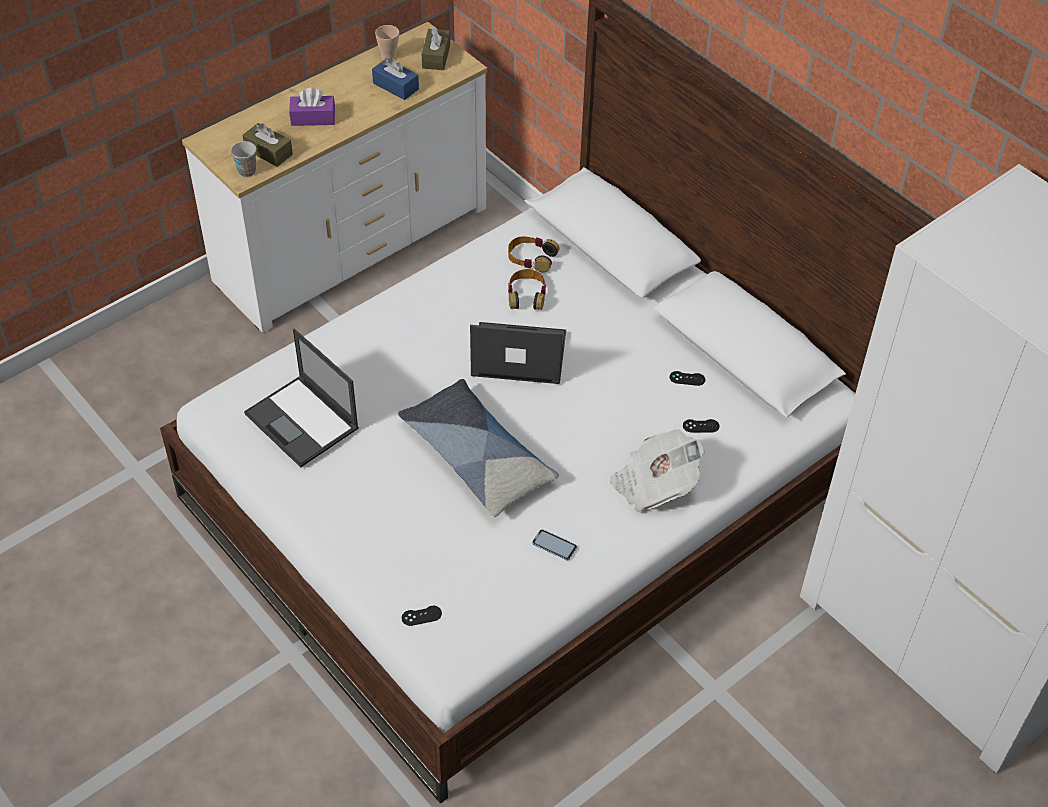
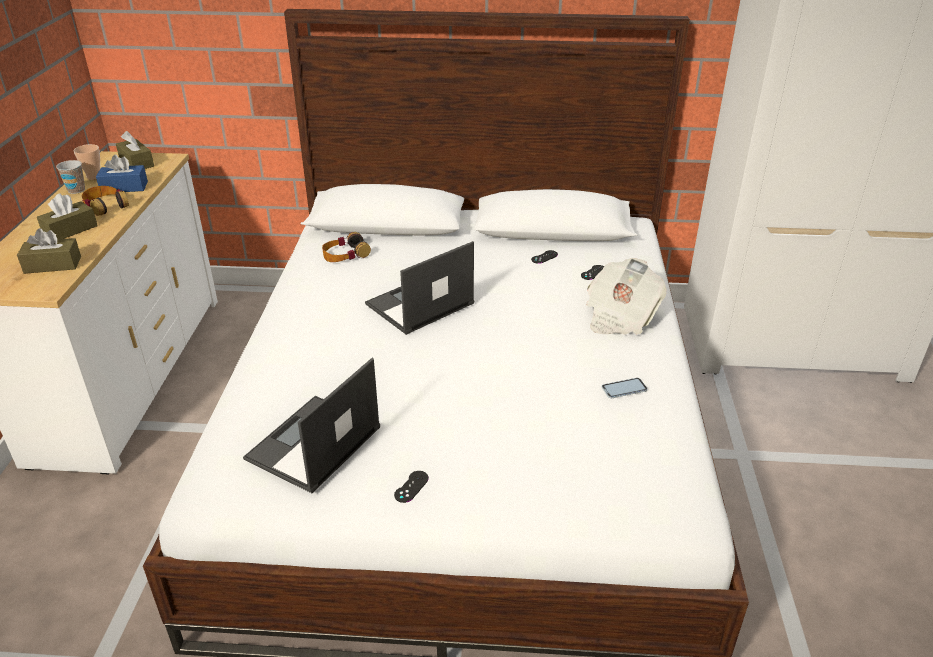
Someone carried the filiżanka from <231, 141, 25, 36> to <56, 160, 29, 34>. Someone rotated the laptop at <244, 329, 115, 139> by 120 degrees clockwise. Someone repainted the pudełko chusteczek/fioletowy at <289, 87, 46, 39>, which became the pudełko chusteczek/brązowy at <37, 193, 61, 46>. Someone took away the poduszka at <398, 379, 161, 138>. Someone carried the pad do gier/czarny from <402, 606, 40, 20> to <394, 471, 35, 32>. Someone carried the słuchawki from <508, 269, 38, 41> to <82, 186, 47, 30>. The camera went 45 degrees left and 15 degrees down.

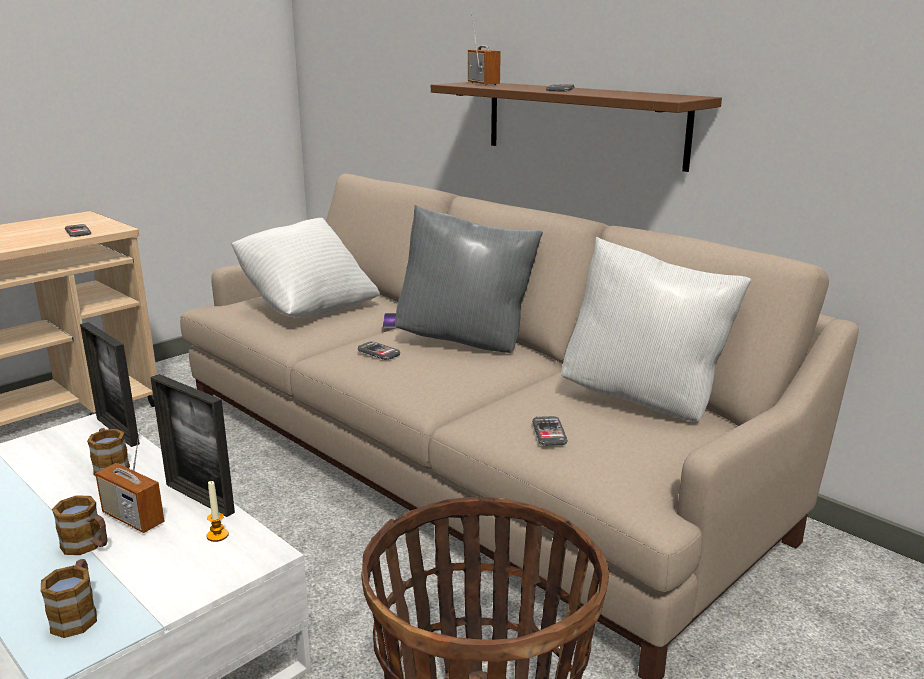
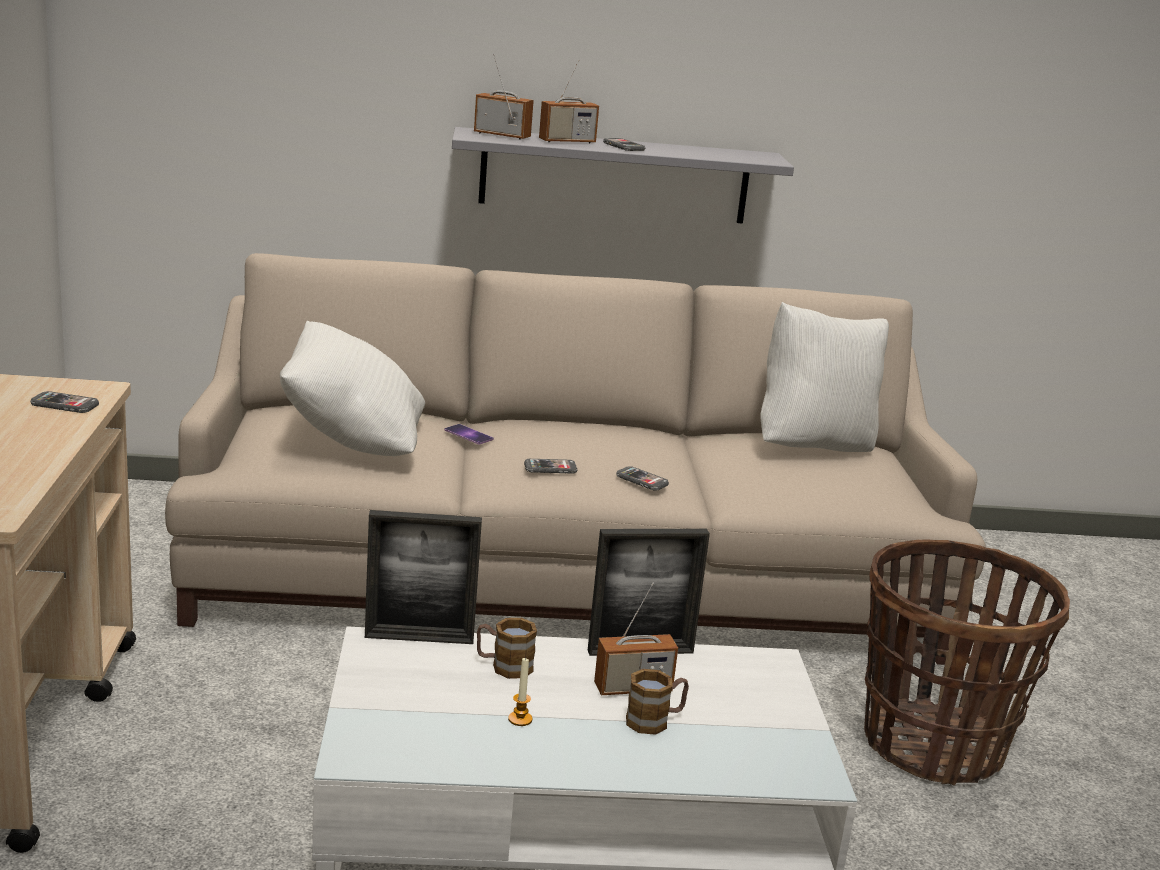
Someone took away the kubek at <41, 559, 56, 79>. Someone carried the świeca from <207, 481, 22, 61> to <508, 657, 24, 69>. Someone took away the poduszka/szary at <395, 205, 148, 148>. Someone repainted the półka/brązowy at <431, 82, 291, 90>, which became the półka/szary at <452, 127, 342, 97>. Someone carried the telefon from <532, 416, 36, 30> to <616, 466, 53, 24>. Someone put down the radio at <539, 59, 60, 84>. The camera went 50 degrees left and 0 degrees up.

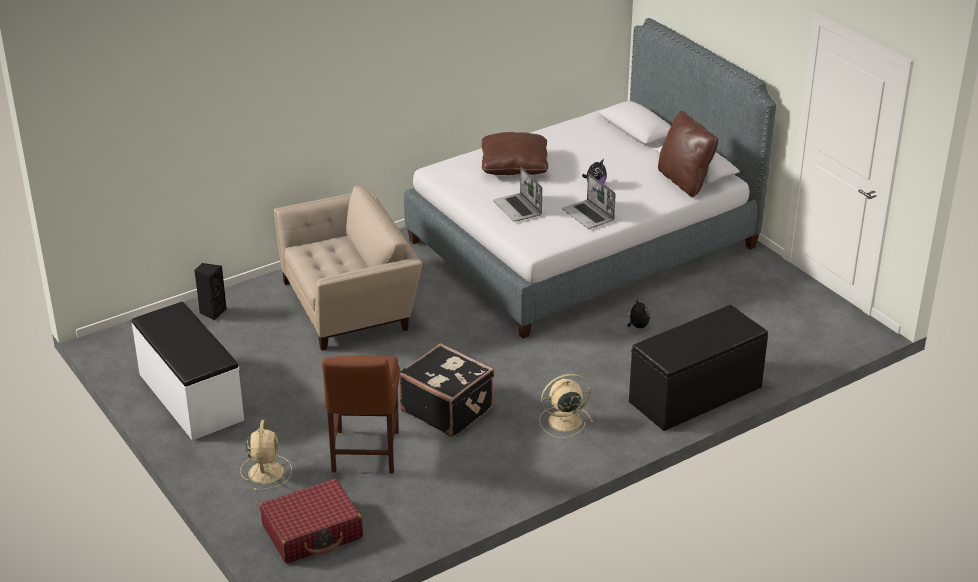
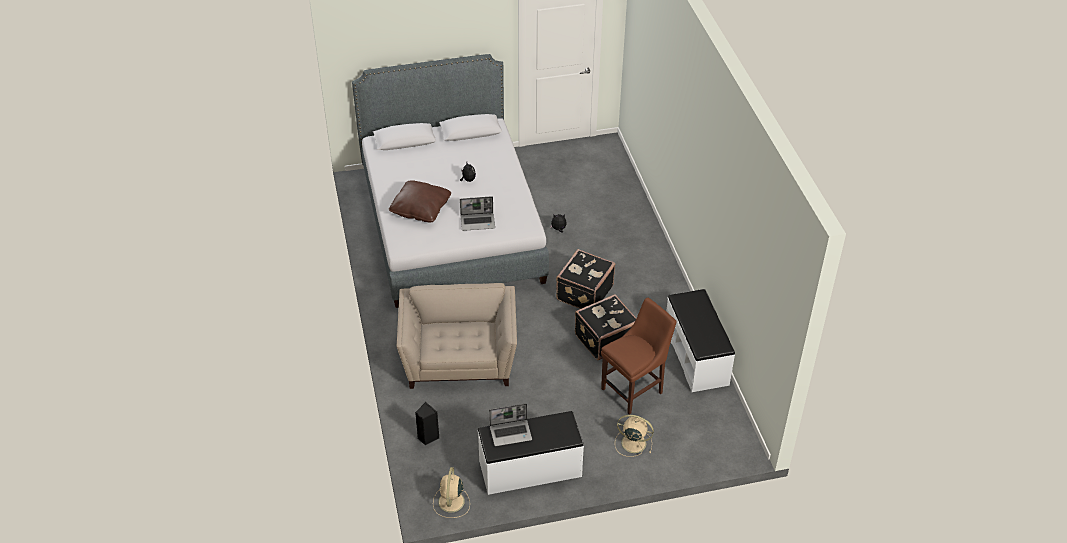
Someone took away the walizka/czerwony at <260, 479, 103, 84>. Someone rotated the krzesło/brązowy at <322, 355, 78, 118> by 60 degrees counterclockwise. Someone carried the wentylator/beżowy from <539, 374, 54, 64> to <433, 467, 37, 51>. Someone carried the laptop from <562, 174, 54, 55> to <489, 404, 43, 42>. Someone took away the ławka/czarny at <629, 305, 139, 126>. Someone took away the poduszka/brązowy at <658, 111, 60, 86>. Someone put down the walizka/czarny at <556, 249, 59, 60>. Someone put down the ławka/biały at <666, 289, 69, 103>. The camera went 70 degrees left and 10 degrees up.

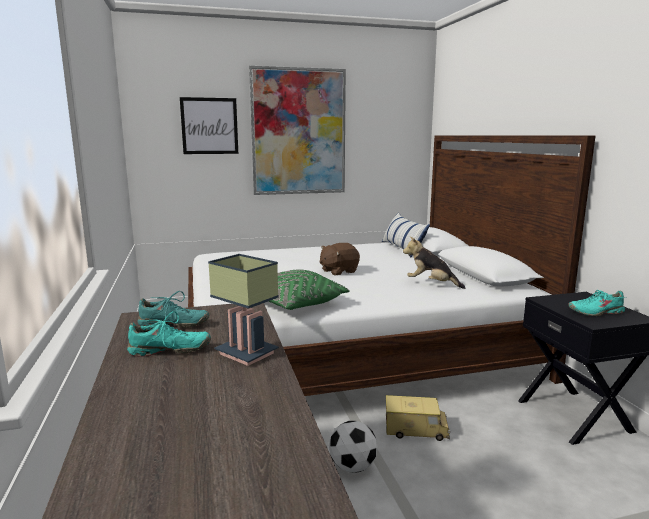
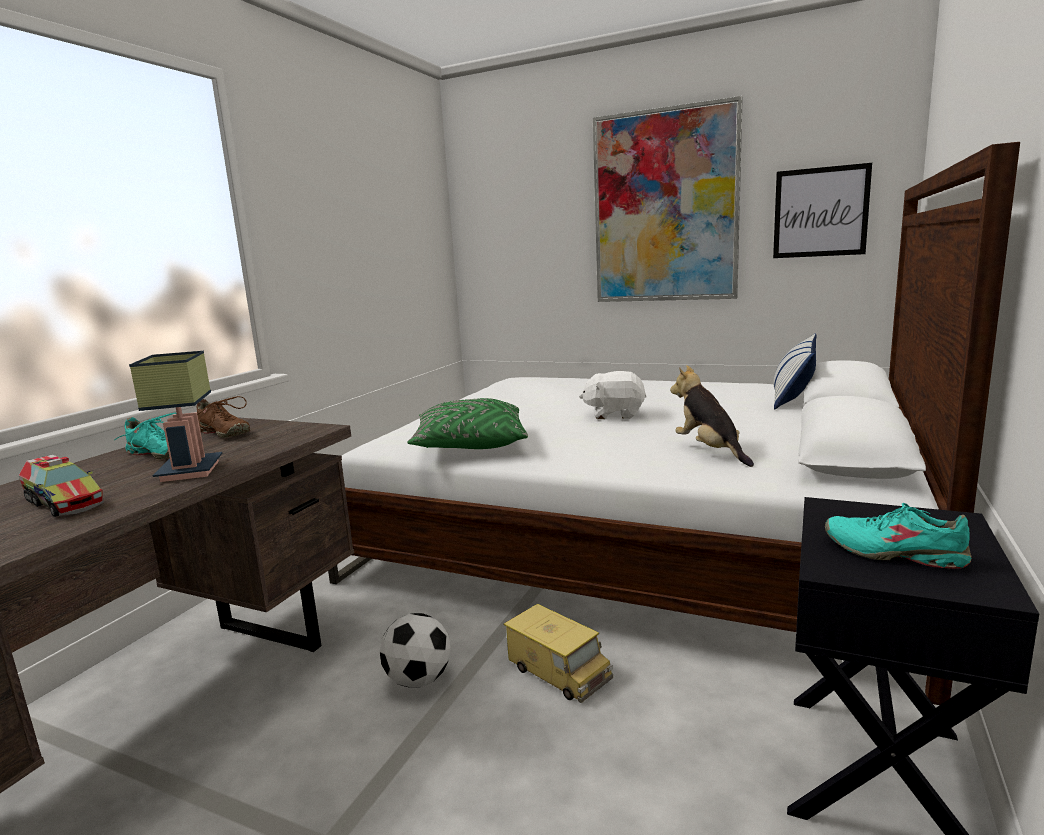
Someone repainted the but/turkusowy at <138, 291, 71, 37>, which became the but/brązowy at <197, 396, 53, 42>. Someone carried the obraz from <180, 97, 58, 57> to <773, 163, 99, 95>. Someone repainted the pluszak/brązowy at <320, 243, 40, 33>, which became the pluszak/biały at <579, 371, 68, 48>. Someone put down the ciężarówka zabawkowa at <18, 455, 86, 62>. The camera went 40 degrees right and 0 degrees up.

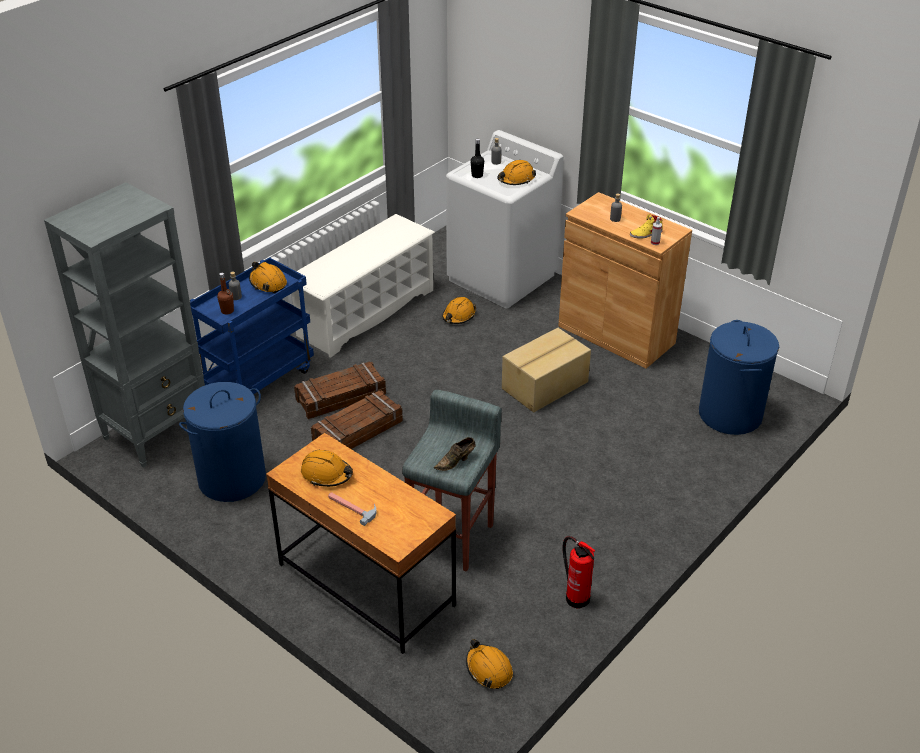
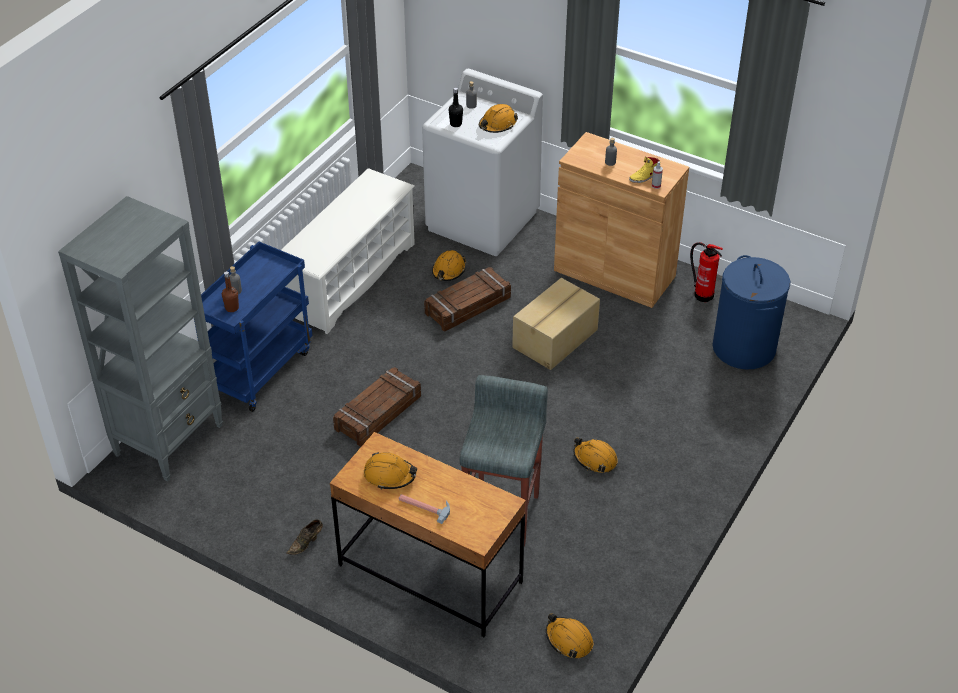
Someone took away the kosz na pranie/niebieski at <179, 382, 87, 120>. Someone carried the kask/pomarańczowy from <249, 262, 38, 31> to <574, 438, 44, 35>. Someone carried the skrzynka from <294, 361, 92, 58> to <424, 267, 87, 65>. Someone carried the but/brązowy from <434, 437, 42, 34> to <287, 519, 36, 36>. Someone carried the gaśnica from <563, 536, 32, 72> to <690, 242, 33, 60>. The camera went 10 degrees left and 5 degrees up.

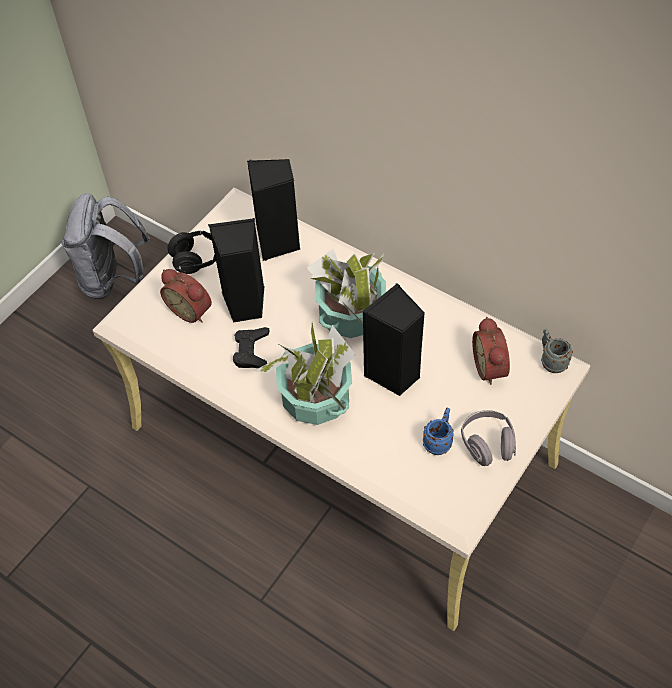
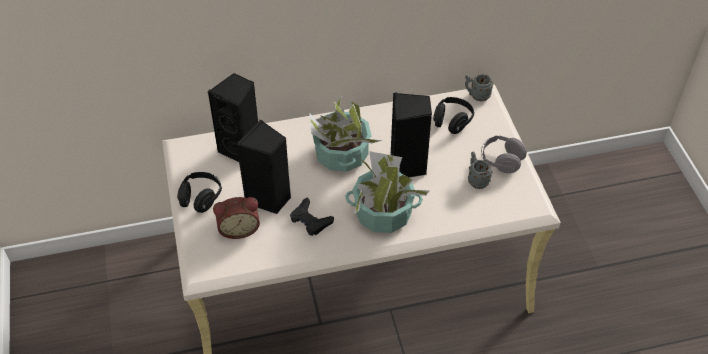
Someone took away the plecak/szary at <62, 193, 88, 106>. Someone repainted the kubek/niebieski at <423, 408, 31, 47>, which became the kubek/szary at <468, 152, 24, 37>. Someone swapped the budzik at <472, 317, 38, 68> for the słuchawki/czarny at <433, 97, 41, 37>. The camera went 50 degrees left and 5 degrees down.

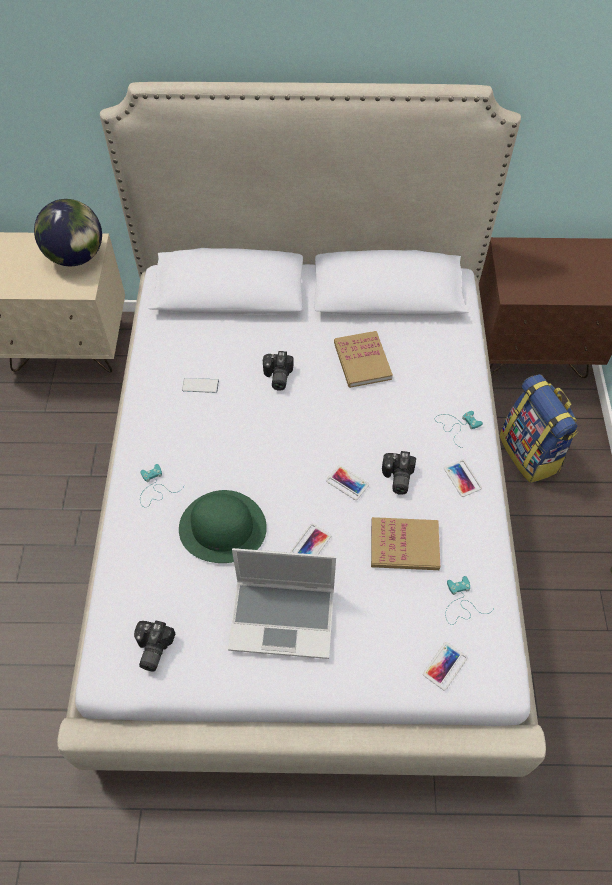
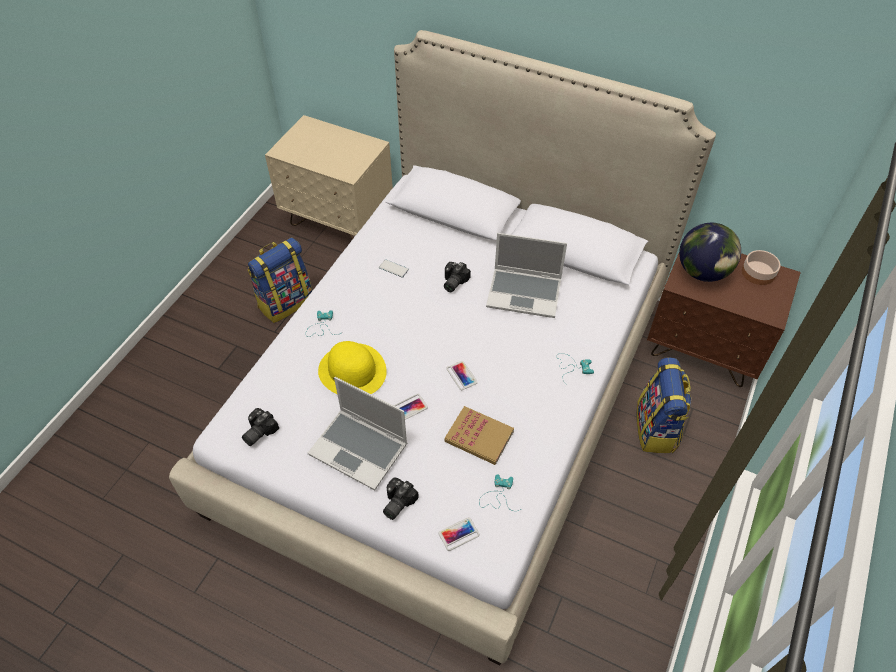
Someone carried the globus from <34, 199, 68, 67> to <679, 223, 62, 59>. Someone repainted the kapelusz/zielony at <179, 490, 88, 73>, which became the kapelusz/żółty at <318, 341, 69, 53>. Someone swapped the książka at <334, 331, 59, 57> for the laptop at <486, 233, 81, 85>. Someone carried the aparat fotograficzny from <382, 451, 34, 44> to <383, 478, 36, 42>. Someone took away the telefon at <444, 460, 38, 37>. Someone put down the plecak at <248, 237, 64, 86>. Someone put down the miska at <742, 250, 38, 35>. The camera went 25 degrees right and 5 degrees down.

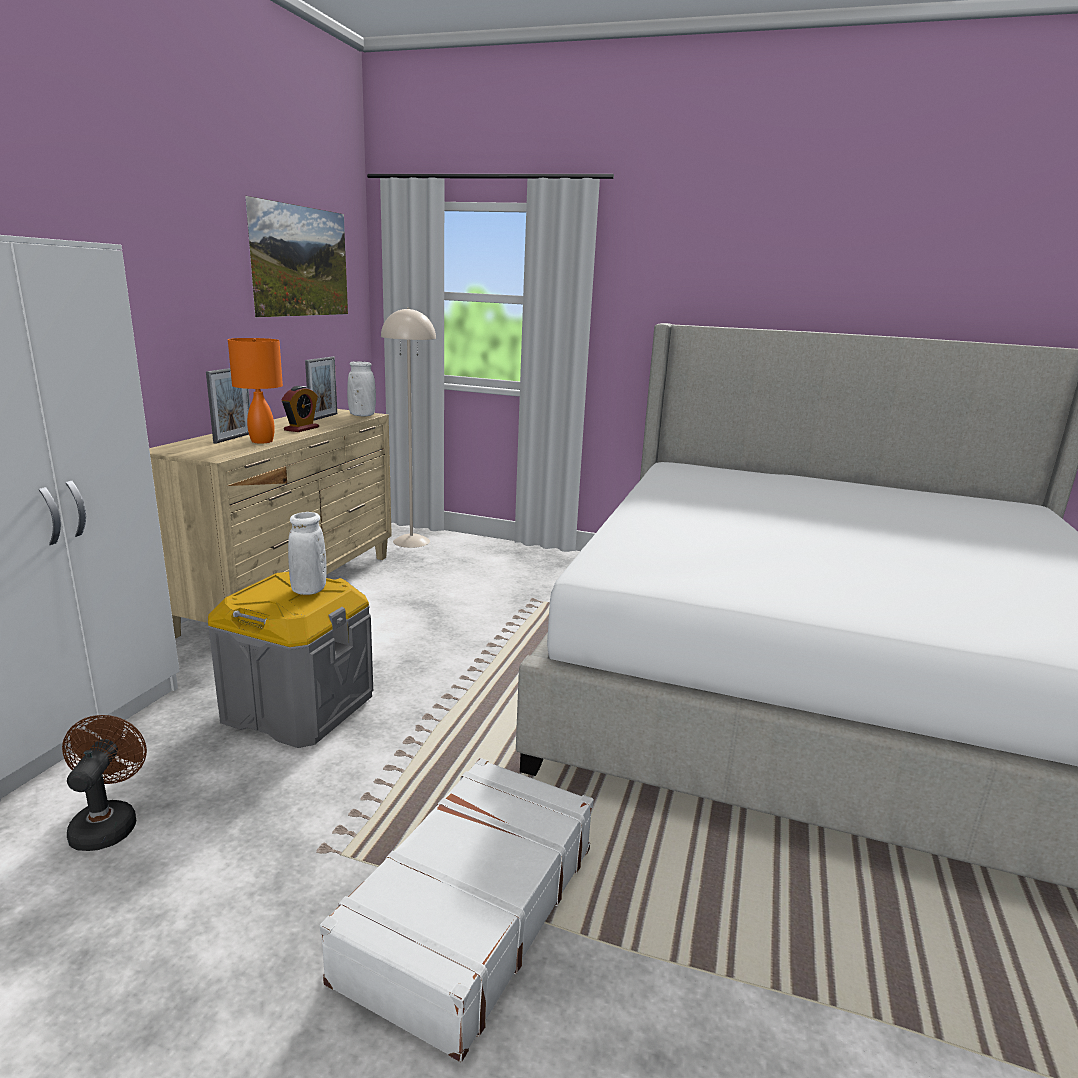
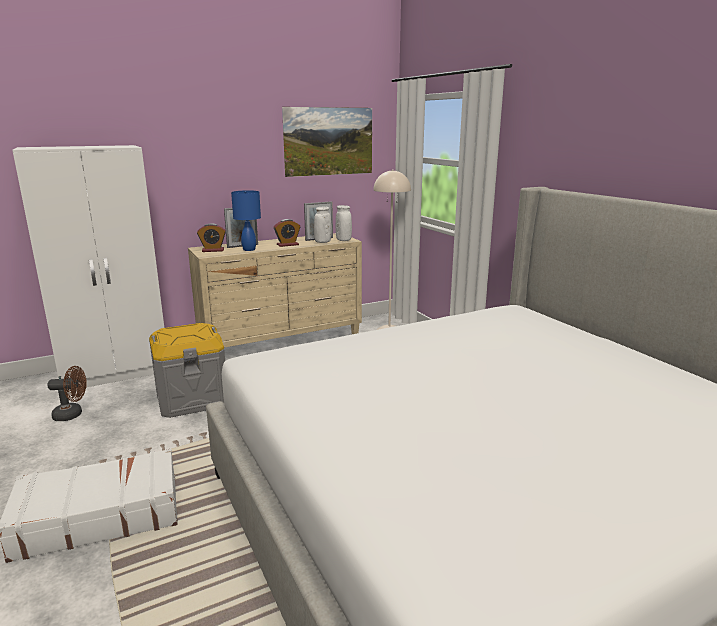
Someone rotated the wentylator/brązowy at <62, 715, 85, 136> by 45 degrees clockwise. Someone repainted the lampa stołowa/pomarańczowy at <228, 338, 55, 105>, which became the lampa stołowa/niebieski at <231, 190, 30, 61>. Someone carried the wazon/biały from <288, 512, 38, 83> to <314, 207, 18, 36>. Someone put down the budzik at <197, 223, 29, 29>. The camera went 45 degrees right and 0 degrees up.

